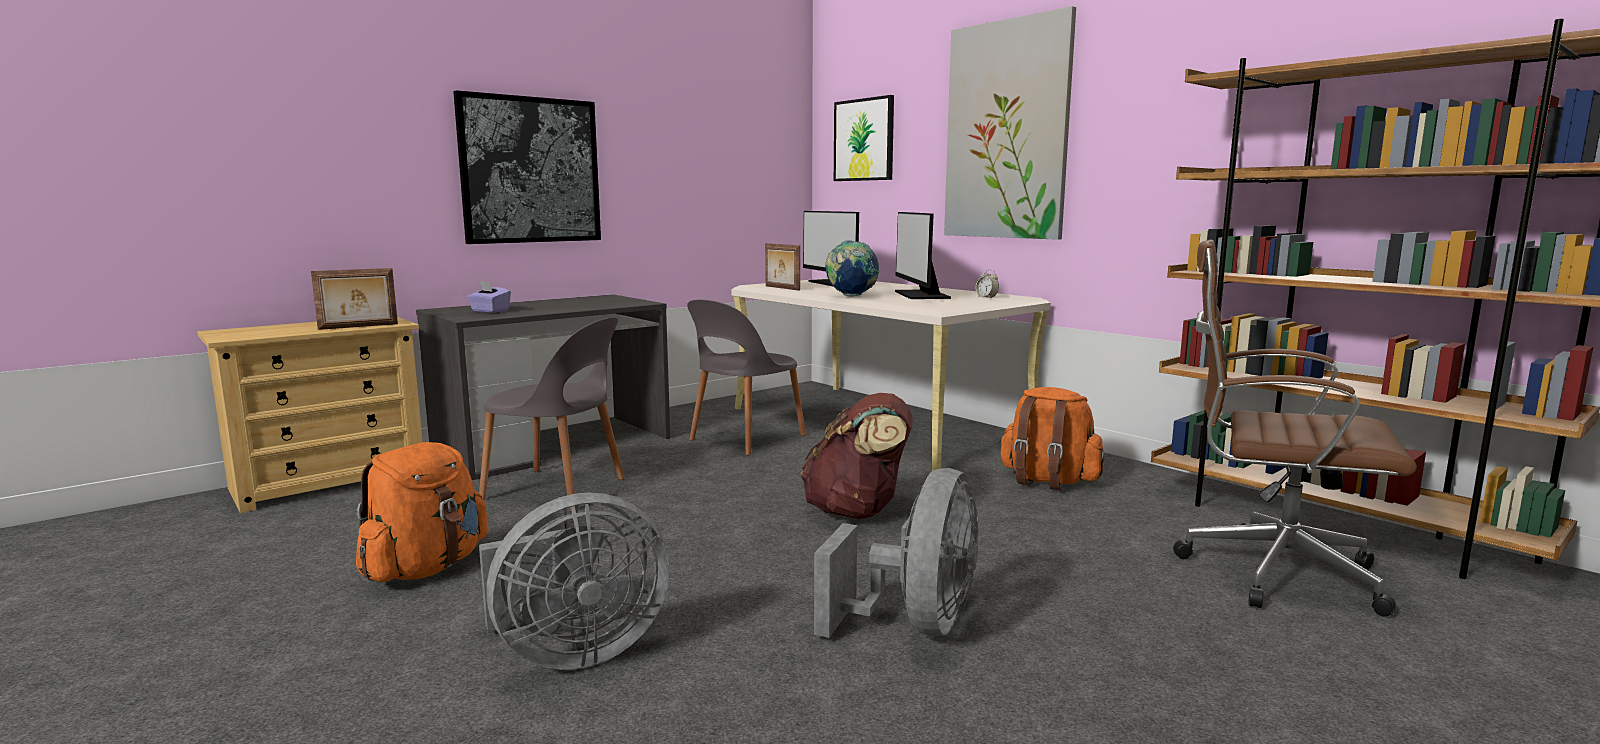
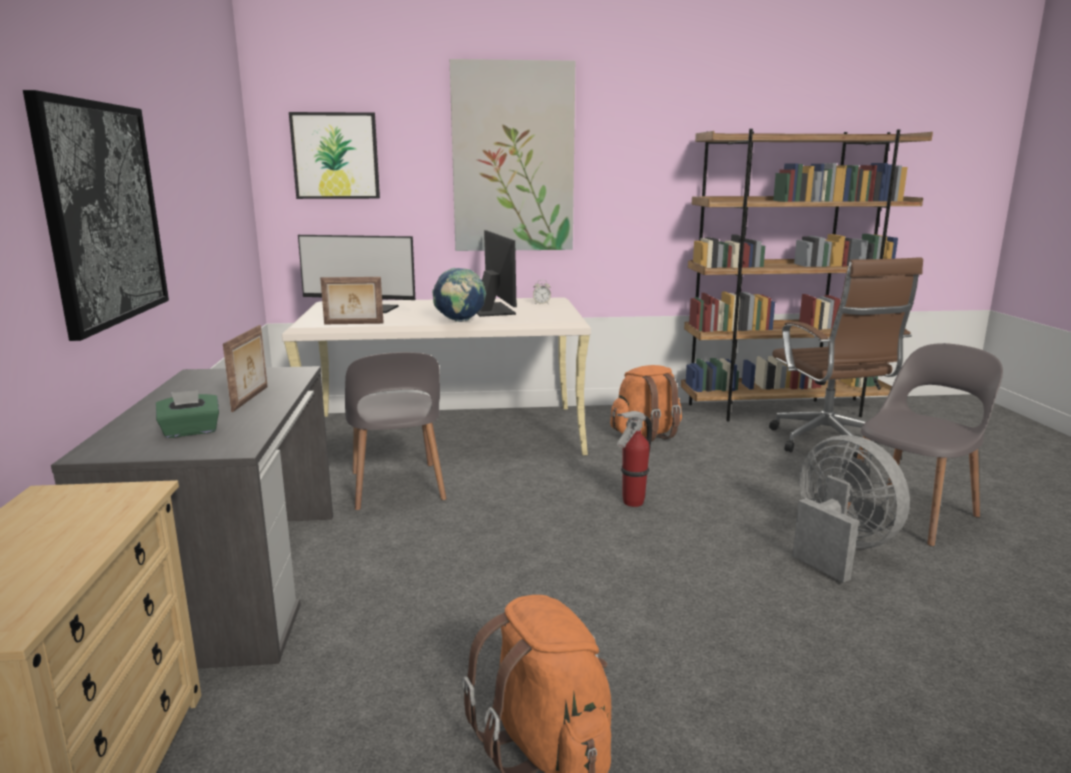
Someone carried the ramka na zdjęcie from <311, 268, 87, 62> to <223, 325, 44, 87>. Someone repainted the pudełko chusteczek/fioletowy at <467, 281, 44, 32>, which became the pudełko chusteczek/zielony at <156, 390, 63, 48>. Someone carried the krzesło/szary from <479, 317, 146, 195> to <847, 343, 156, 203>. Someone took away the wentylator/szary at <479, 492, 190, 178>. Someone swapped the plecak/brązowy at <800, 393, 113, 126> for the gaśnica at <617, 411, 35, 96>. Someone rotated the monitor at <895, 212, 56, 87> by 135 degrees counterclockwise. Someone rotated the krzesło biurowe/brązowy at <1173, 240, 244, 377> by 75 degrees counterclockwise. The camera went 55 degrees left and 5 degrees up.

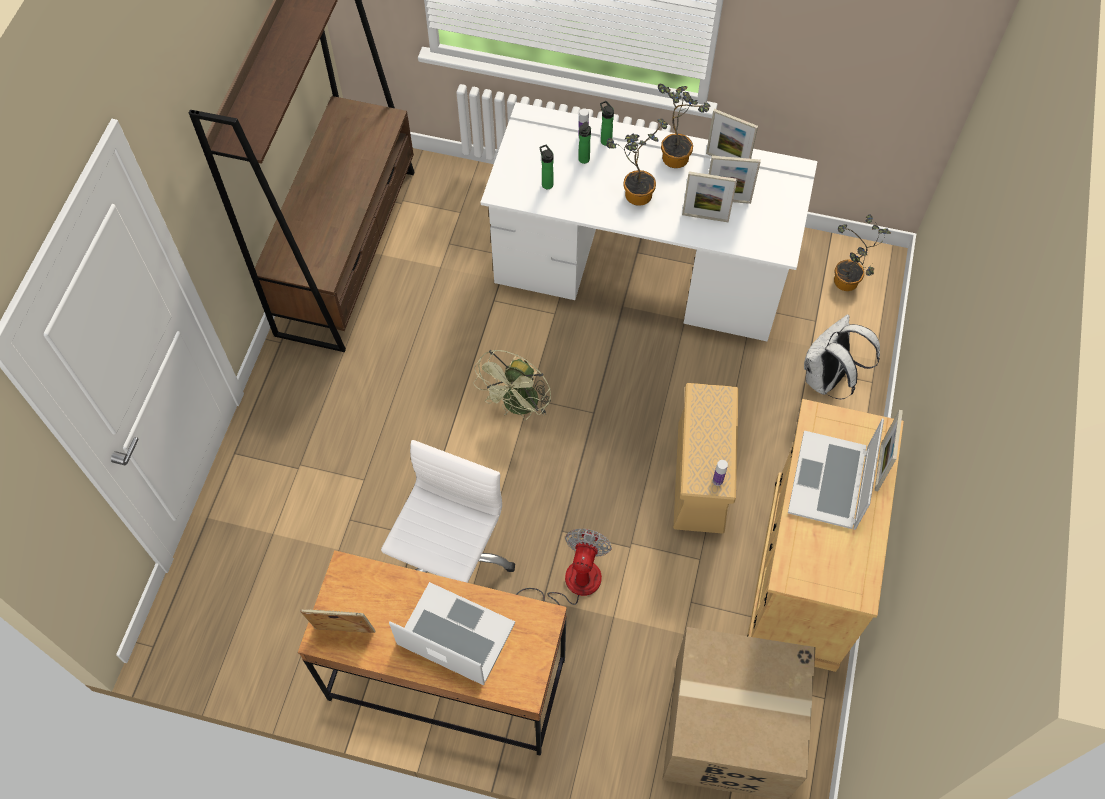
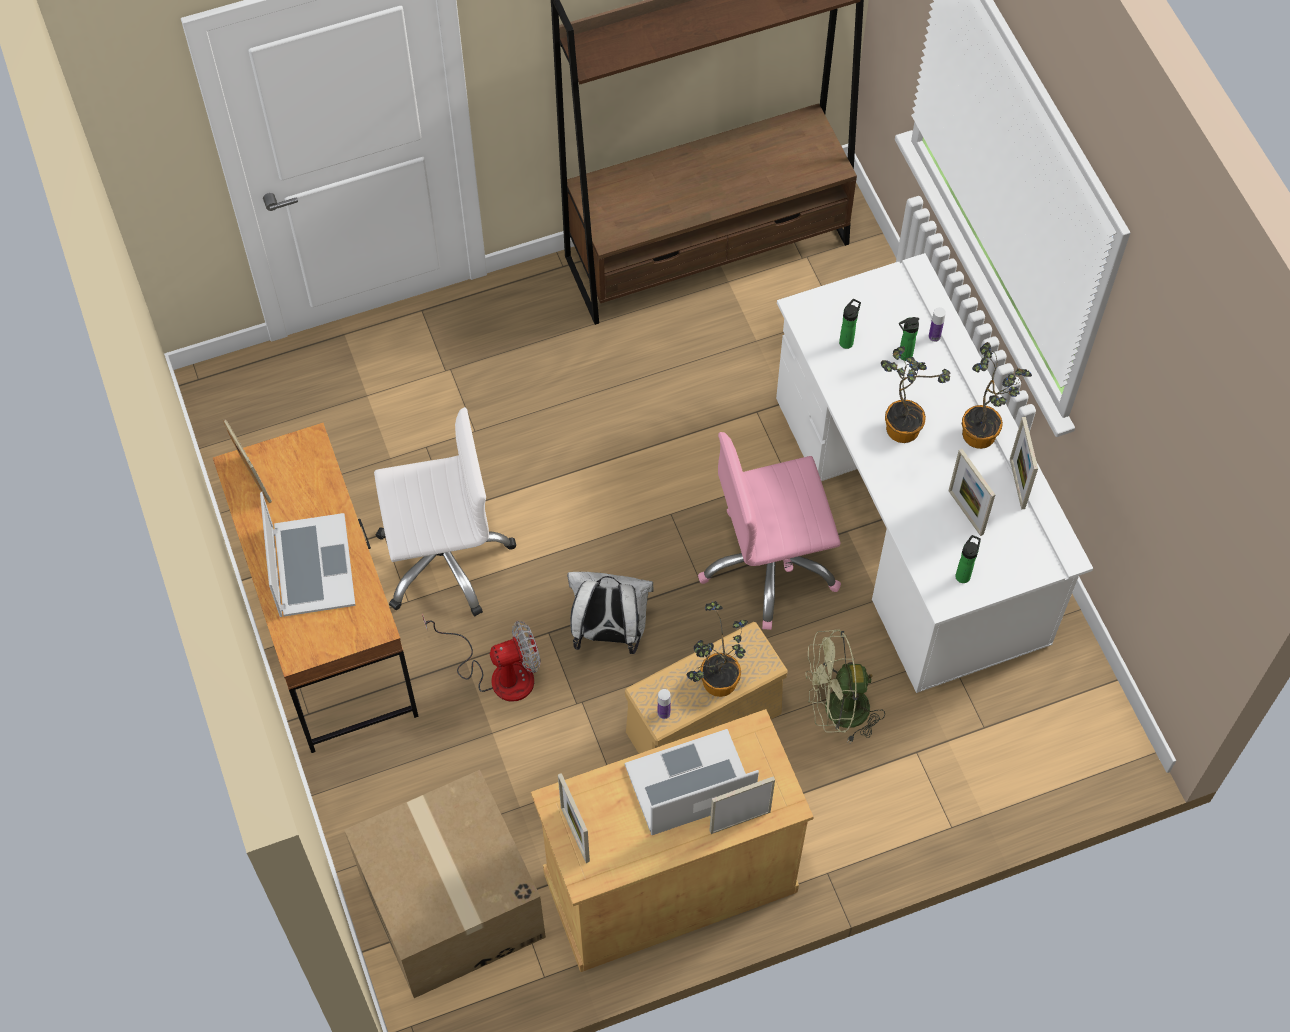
Someone carried the wentylator/zielony from <473, 350, 78, 70> to <805, 629, 80, 114>. Someone carried the butelka from <600, 101, 14, 45> to <955, 535, 26, 48>. Someone carried the ramka na zdjęcie from <682, 172, 55, 50> to <558, 773, 32, 90>. Someone carried the plecak/biały from <804, 314, 76, 85> to <567, 572, 87, 82>. Someone carried the roślina doniczkowa from <834, 214, 57, 77> to <686, 601, 62, 96>. Someone put down the krzesło biurowe/różowy at <698, 432, 143, 198>. The camera went 55 degrees right and 0 degrees up.

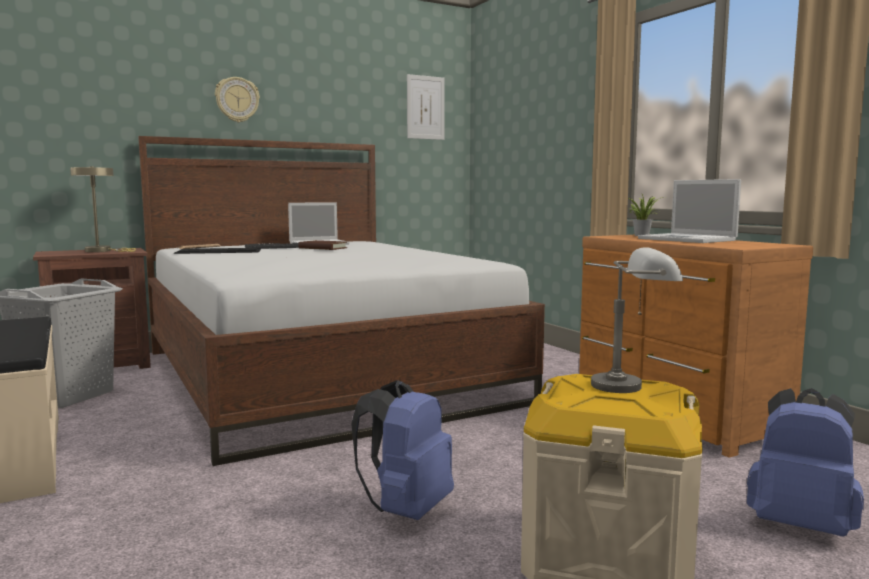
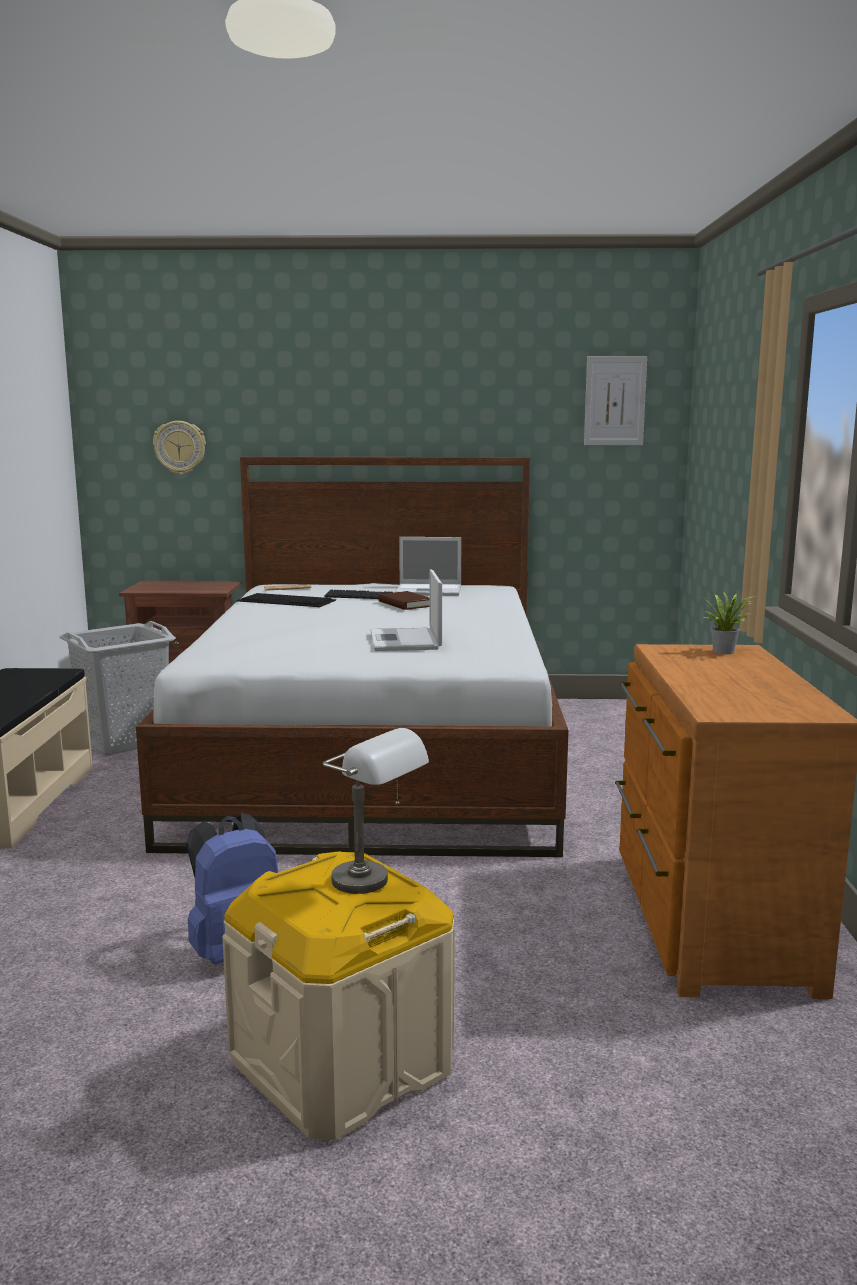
Someone took away the lampa stołowa/beżowy at <70, 166, 66, 86>. Someone carried the zegar ścienny from <215, 77, 45, 45> to <153, 421, 53, 54>. Someone carried the laptop from <638, 179, 103, 64> to <370, 569, 72, 82>. Someone took away the plecak/niebieski at <747, 388, 117, 148>. The camera went 30 degrees right and 5 degrees up.

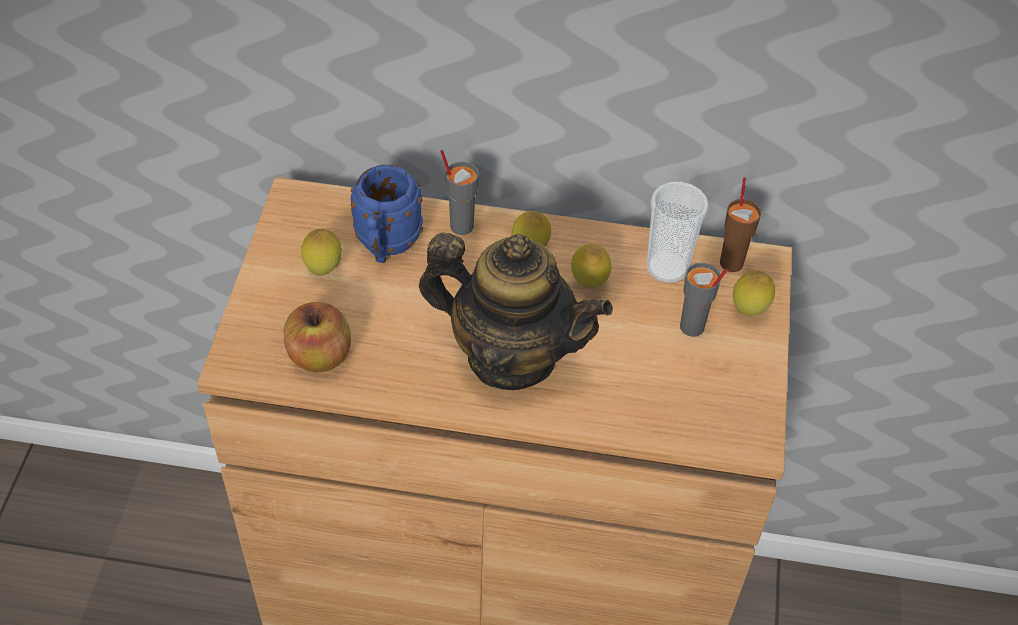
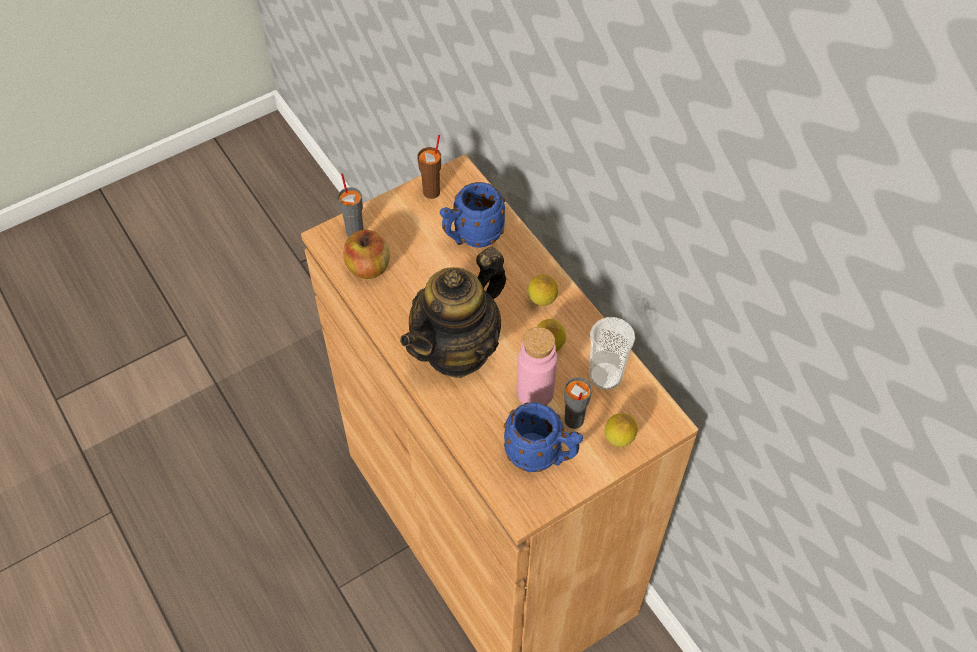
Someone took away the cytryna at <301, 228, 41, 48>. Someone rotated the imbryk at <419, 232, 194, 158> by 60 degrees clockwise. Someone carried the filiżanka/szary from <440, 150, 39, 85> to <337, 173, 27, 64>. Someone carried the filiżanka/brązowy from <720, 177, 41, 95> to <417, 135, 24, 64>. Someone put down the kubek/niebieski at <503, 402, 80, 70>. Someone put down the butelka/różowy at <517, 327, 40, 78>. The camera went 50 degrees right and 5 degrees up.

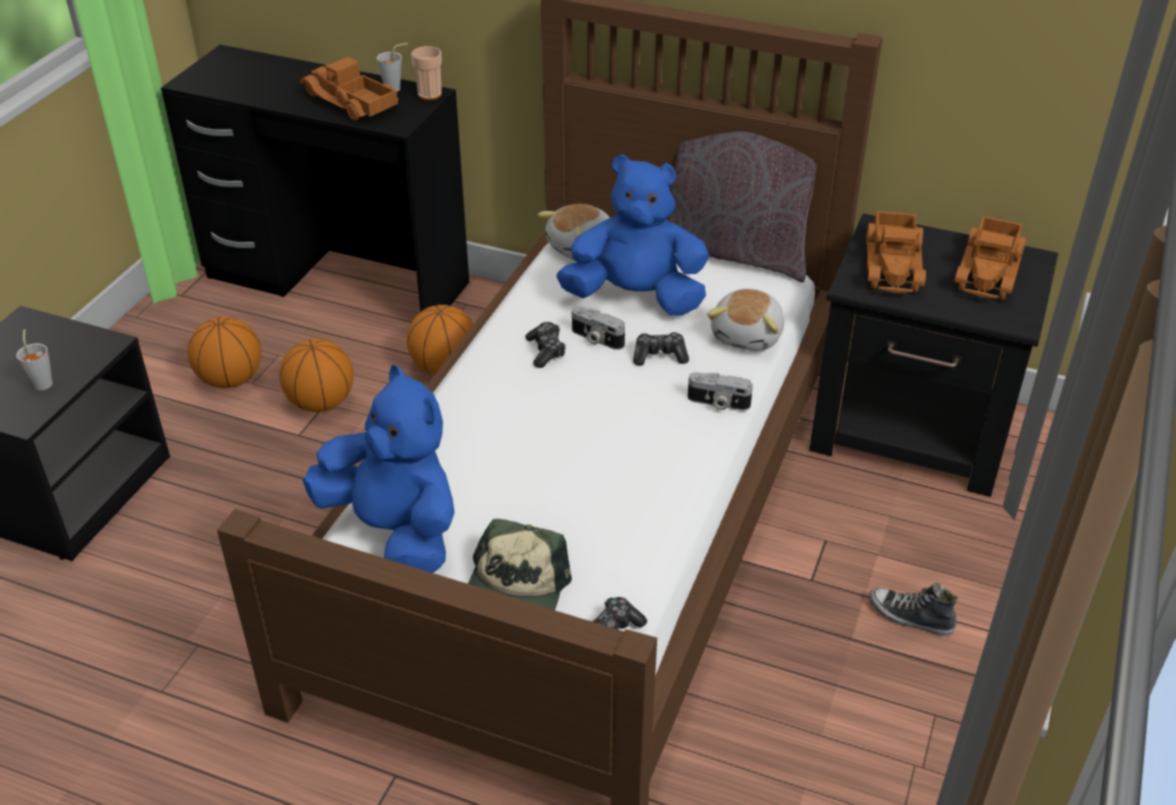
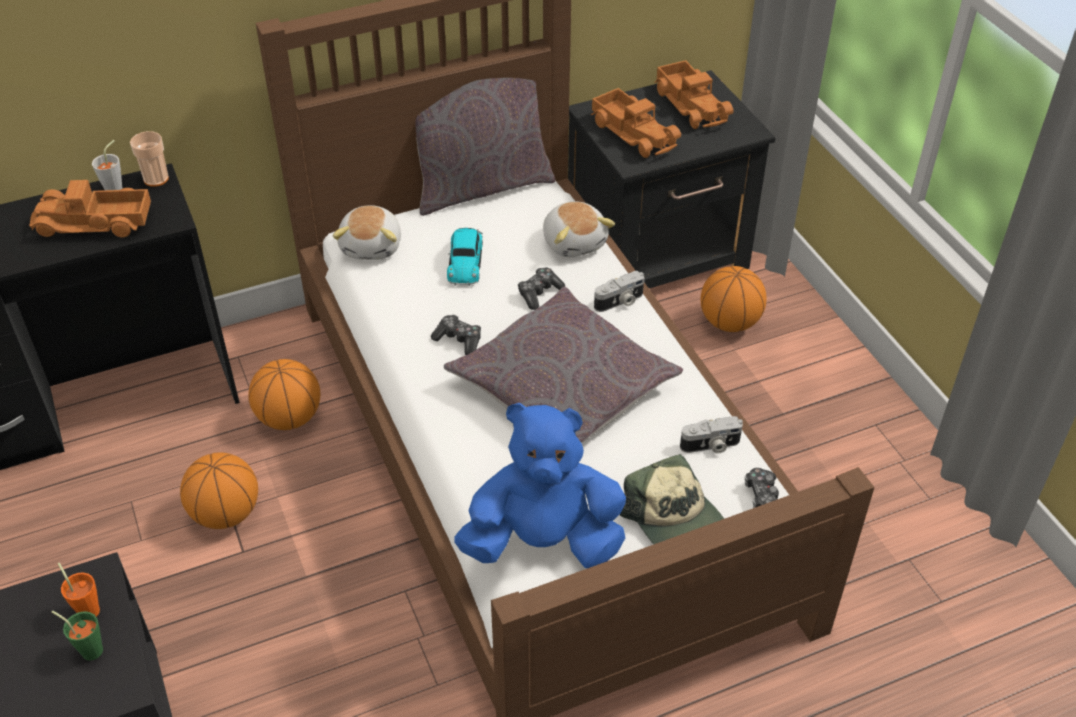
Someone repainted the filiżanka/szary at <16, 329, 37, 62>, which became the filiżanka/zielony at <51, 610, 52, 50>. Someone carried the piłka do koszykówki from <188, 316, 73, 72> to <701, 266, 66, 66>. Someone swapped the pluszak/niebieski at <556, 155, 153, 161> for the samochodzik at <447, 228, 36, 58>. Someone carried the aparat fotograficzny from <572, 306, 53, 44> to <680, 416, 63, 38>. Someone took away the but at <869, 583, 89, 53>. Someone put down the filiżanka/pomarańczowy at <58, 563, 42, 54>. Someone put down the poduszka/szary at <444, 286, 239, 157>. The camera went 45 degrees left and 5 degrees up.

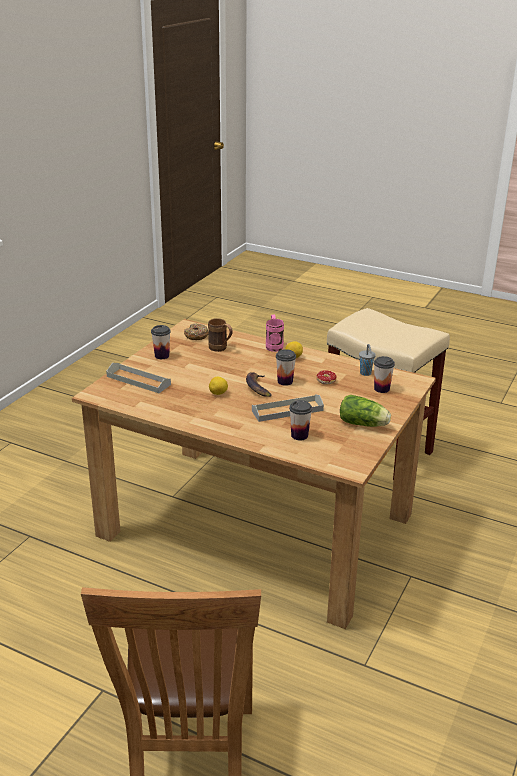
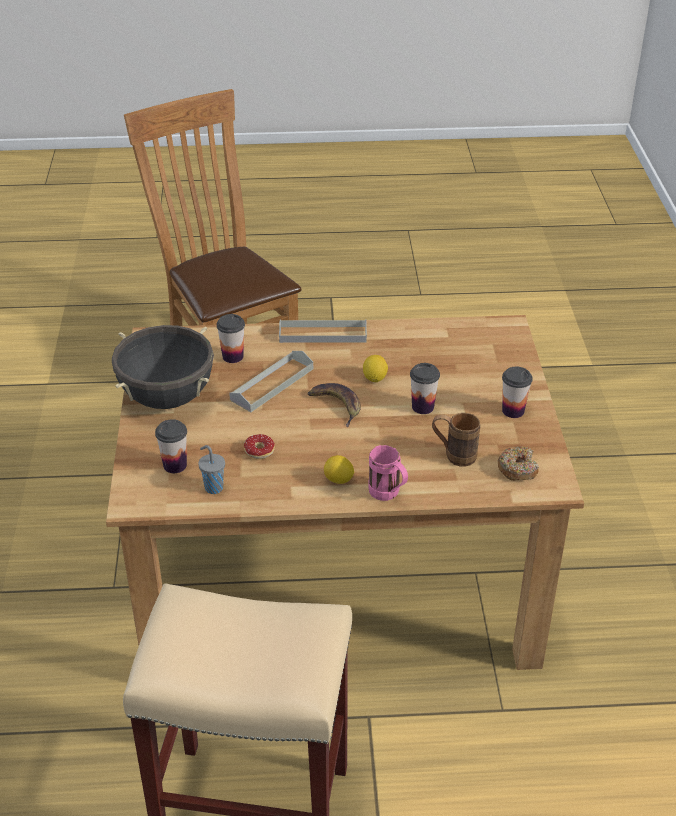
Someone carried the taca/szary from <106, 363, 65, 30> to <279, 319, 88, 24>. Someone carried the filiżanka from <276, 349, 20, 37> to <410, 363, 30, 51>. Someone swapped the sałata at <340, 395, 51, 32> for the garnek/czarny at <112, 325, 102, 84>. The camera went 150 degrees right and 10 degrees up.

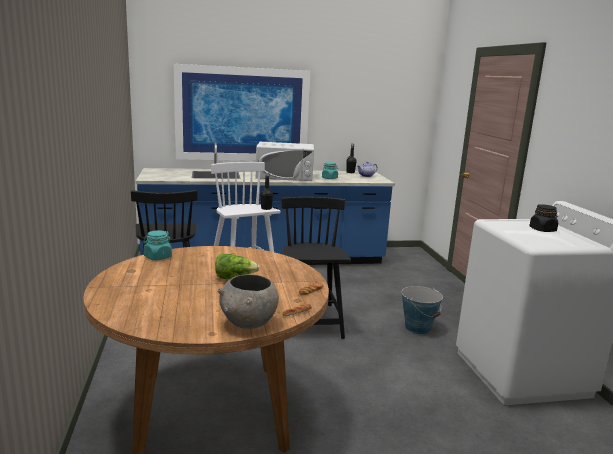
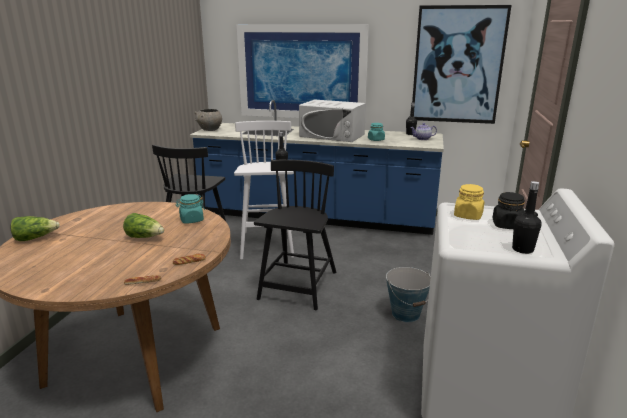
Someone carried the słoik/turkusowy from <143, 230, 29, 31> to <175, 194, 30, 30>. Someone carried the miska/szary from <217, 274, 62, 55> to <194, 109, 28, 22>. Someone put down the sałata at <11, 216, 49, 25>. Someone put up the obraz at <412, 5, 99, 119>. Someone put down the słoik/żółty at <454, 184, 30, 36>. Someone put down the butelka/czarny at <512, 181, 30, 73>. The camera went 25 degrees right and 5 degrees up.

